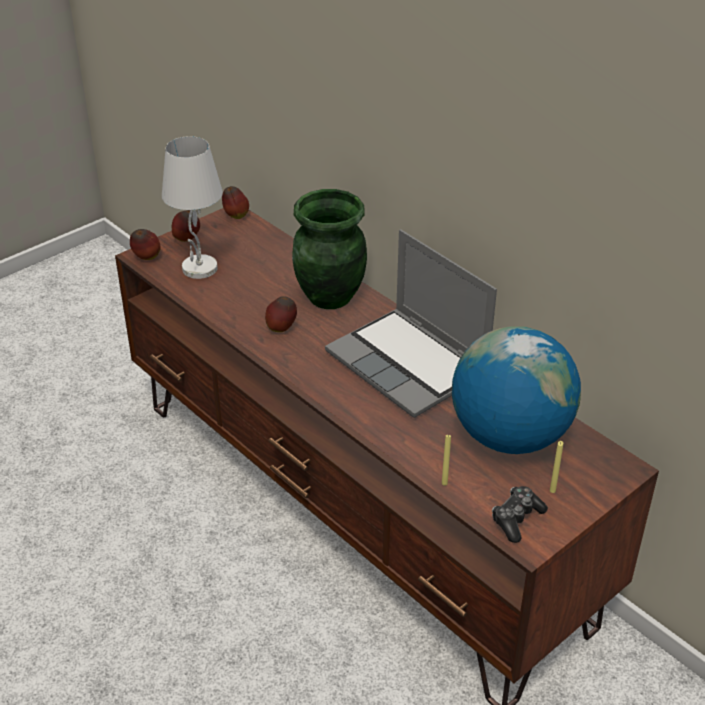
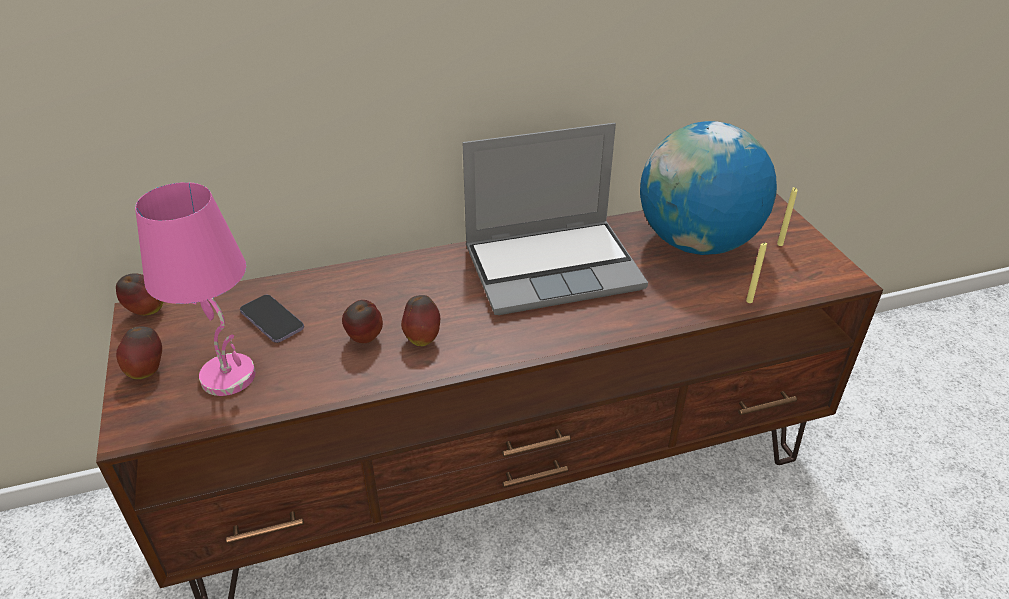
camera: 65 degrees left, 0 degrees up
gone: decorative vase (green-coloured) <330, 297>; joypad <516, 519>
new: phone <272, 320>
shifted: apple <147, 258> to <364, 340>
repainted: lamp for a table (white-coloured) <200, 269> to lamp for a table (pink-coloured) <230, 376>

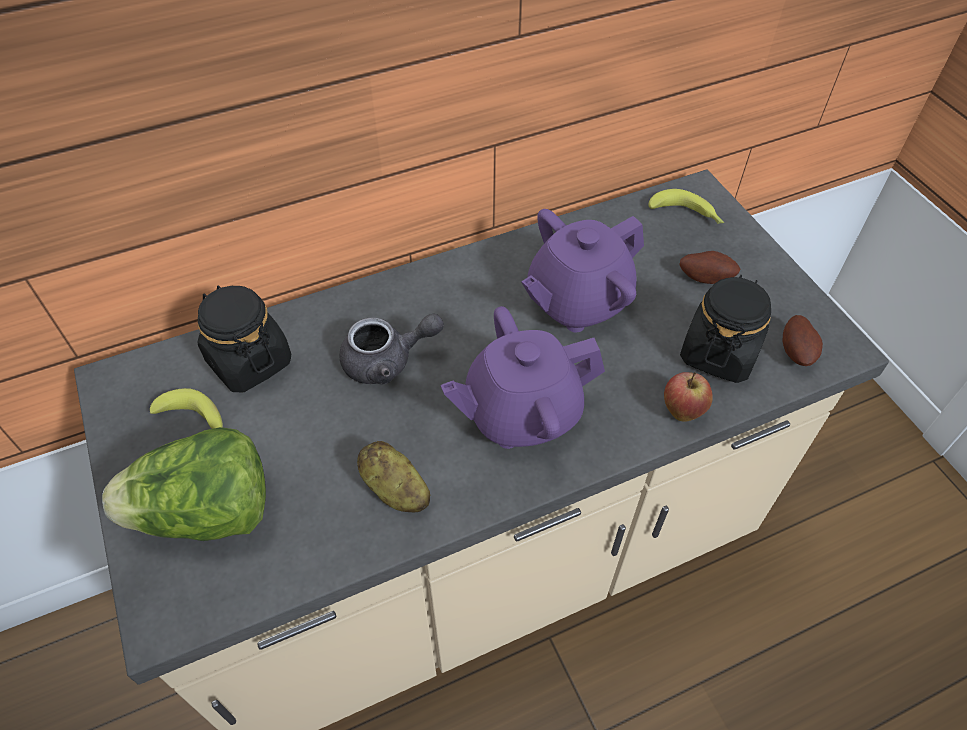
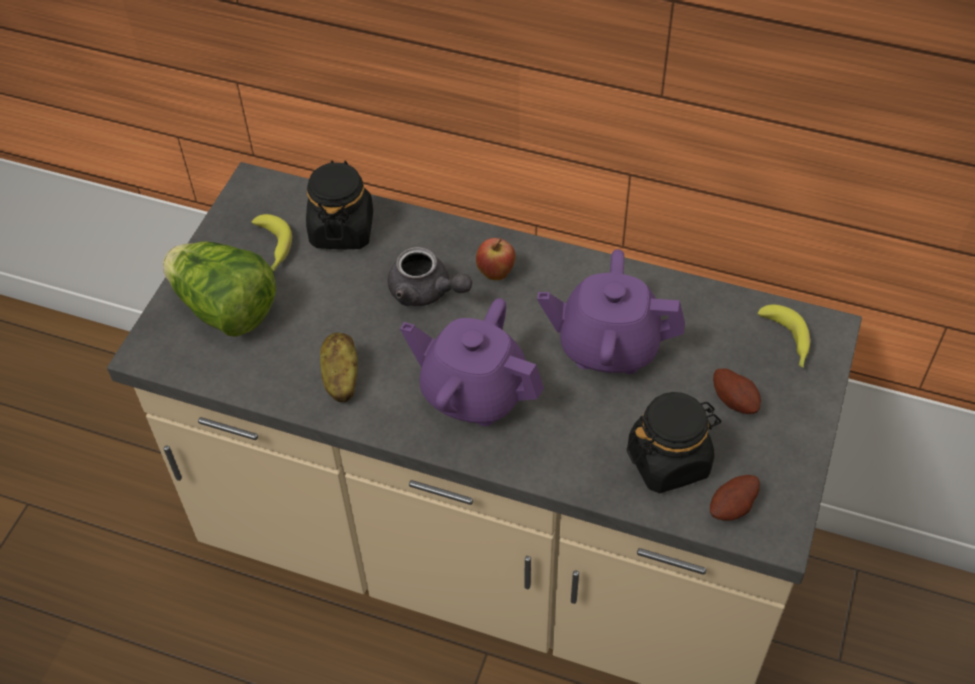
camera: 45 degrees right, 0 degrees up
shifted: apple <681, 411> to <496, 273>

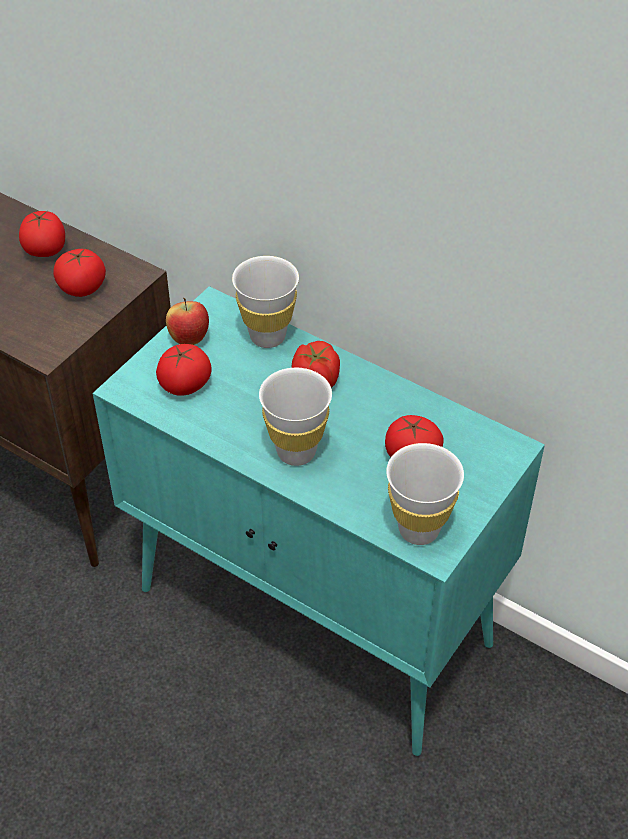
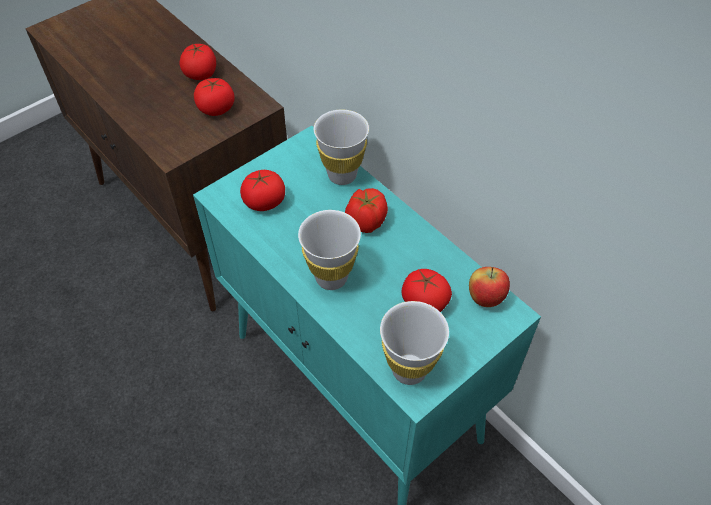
camera: 15 degrees right, 5 degrees up
shifted: apple <189, 339> to <485, 299>

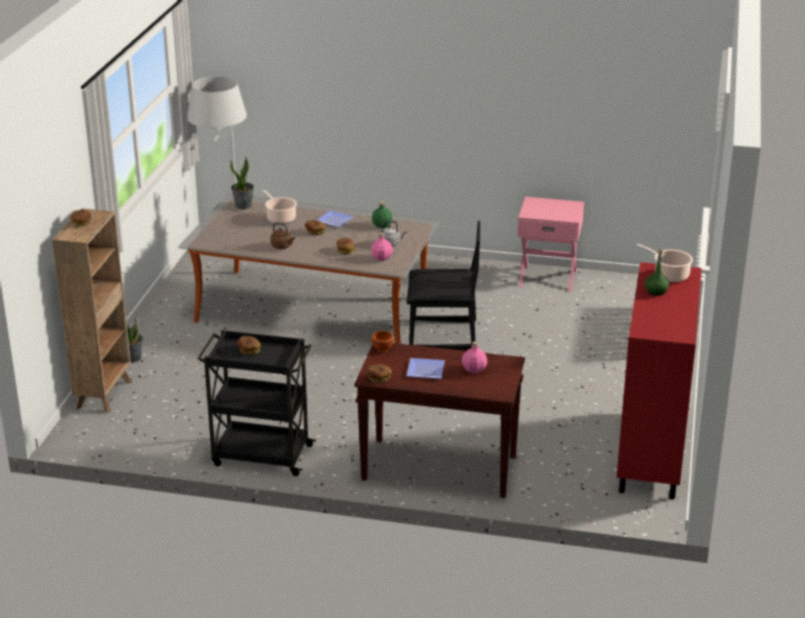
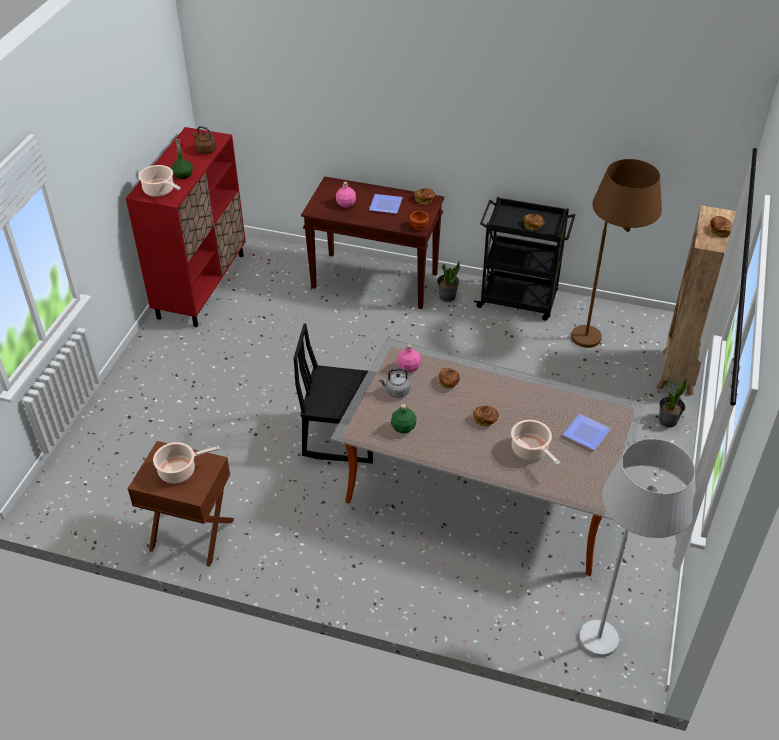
camera: 175 degrees left, 15 degrees up
new: stockpot <180, 471>; standing lamp (brown-coloured) <602, 336>
shifted: tea kettle (brown-coloured) <282, 246> to <205, 150>; houseplant <243, 205> to <447, 296>; dinner plate <334, 220> to <586, 434>
repainted: bedside table (pink-coloured) <548, 277> to bedside table (brown-coloured) <191, 535>

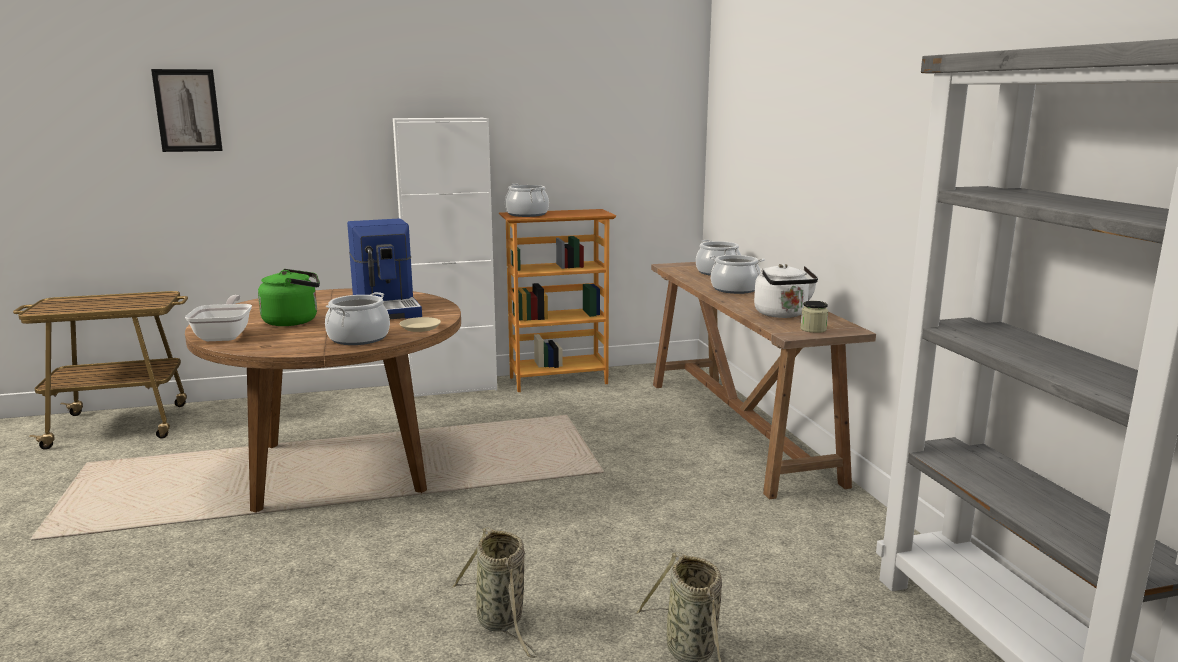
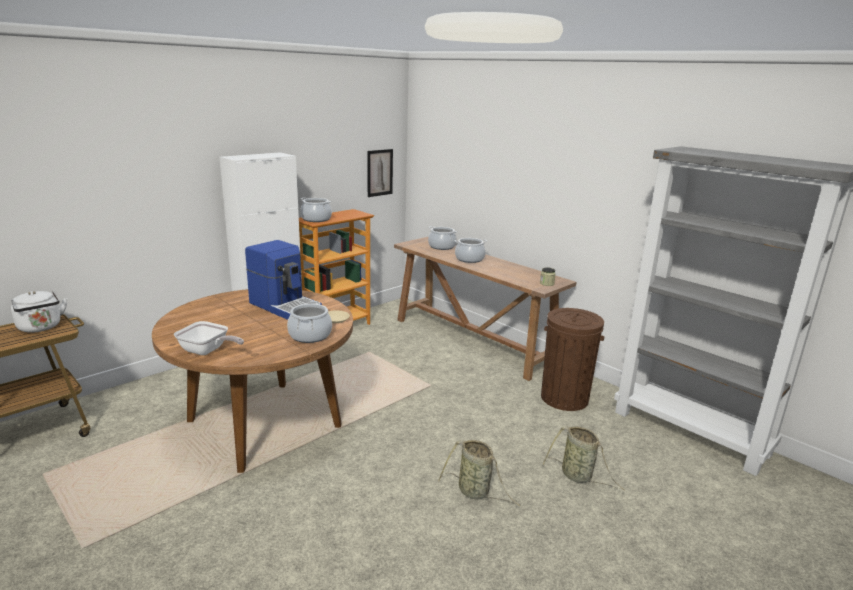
camera: 30 degrees left, 5 degrees up
gone: tea kettle (green-coloured) <294, 321>
new: waste bin (brown-coloured) <564, 398>
shifted: tea kettle (white-coloured) <782, 314> to <41, 328>; picture <187, 110> to <379, 172>
rotated: pan <225, 335> = <207, 351> 150 degrees clockwise

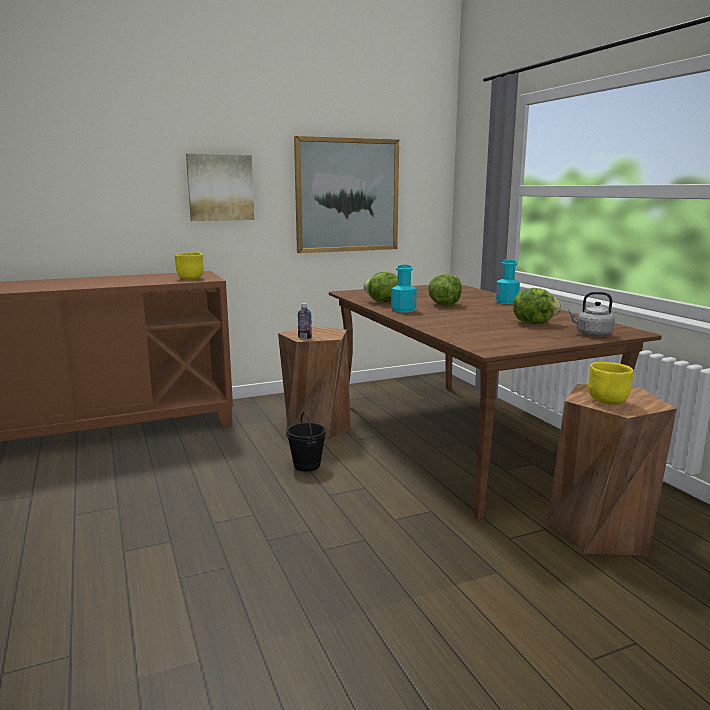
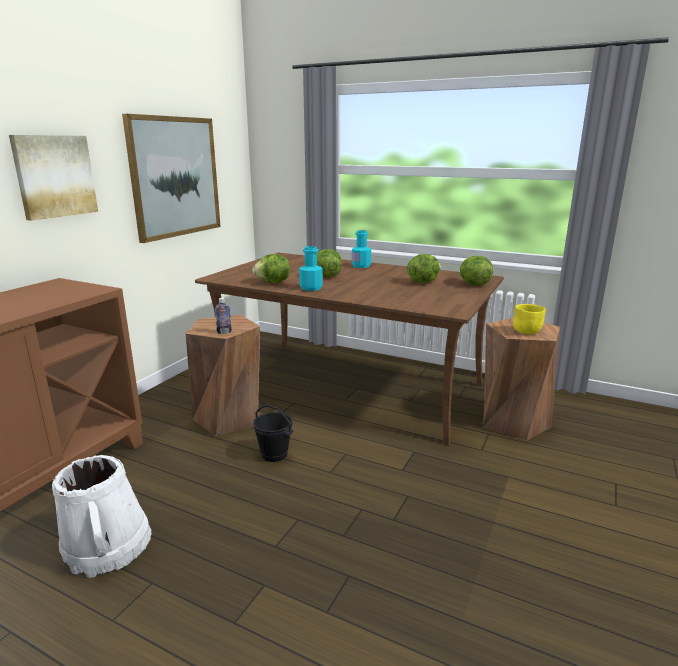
camera: 40 degrees left, 5 degrees up
gone: serving bowl (yellow-coloured) <190, 278>
new: bucket (white-coloured) <107, 546>
swapped: tea kettle (gray) <591, 334> to head of lettuce <473, 284>

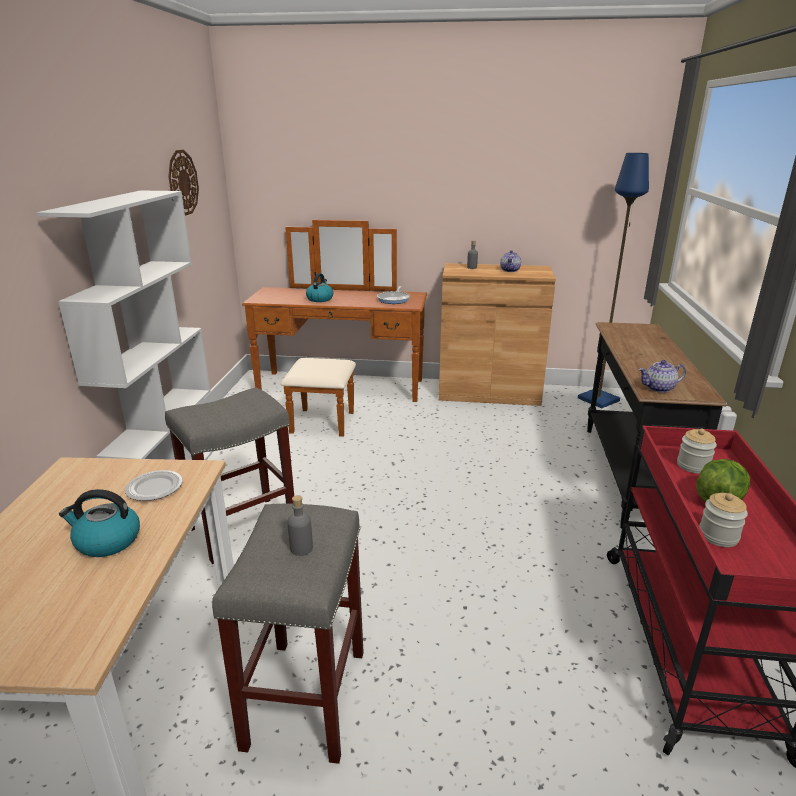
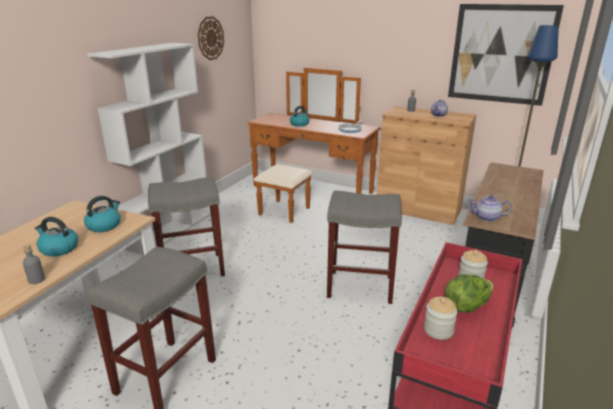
camera: 20 degrees right, 0 degrees up
new: stool (gray) <361, 286>; picture <501, 54>
shifted: drink bottle (gray) <301, 548> to <36, 280>
swapped: dinner plate <154, 488> to tea kettle <104, 225>

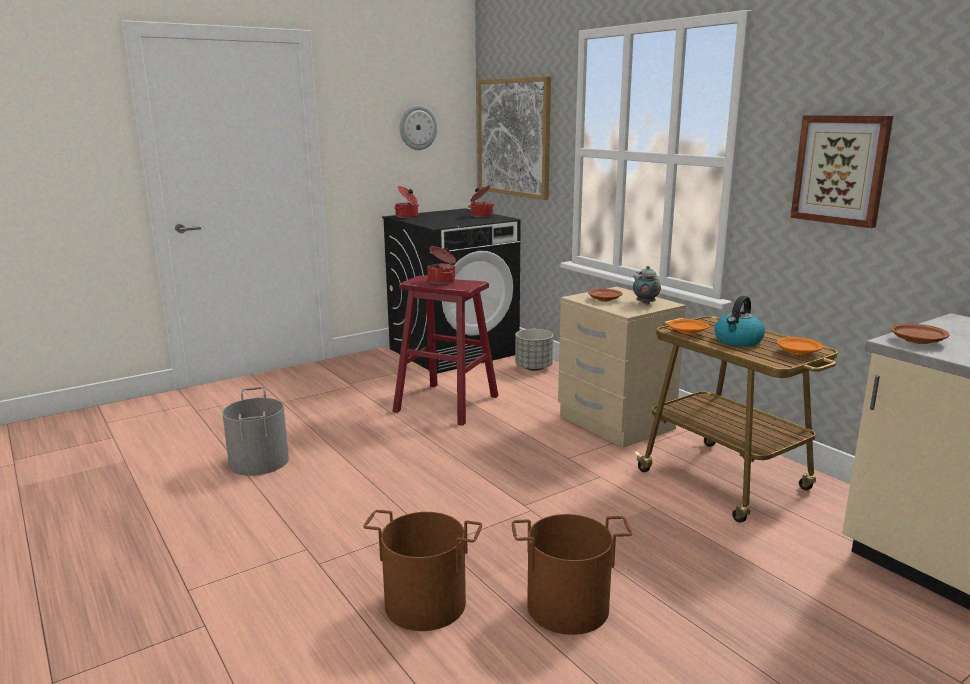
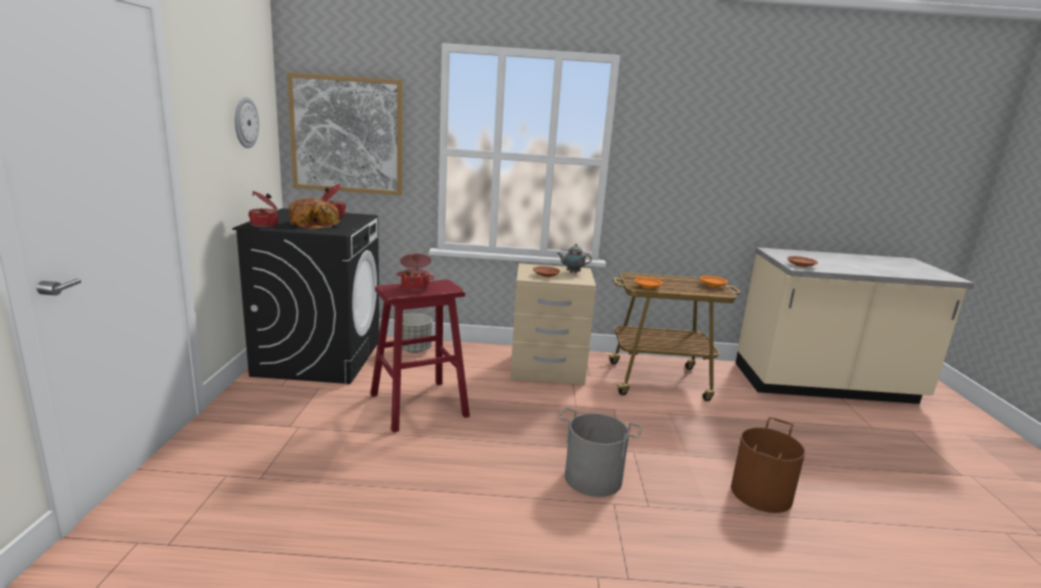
camera: 55 degrees left, 0 degrees up
gone: bucket (brown-coloured) <425, 604>; tea kettle <738, 341>; picture <841, 169>
new: baked bread <315, 224>
shifted: bucket (gray) <260, 461> to <593, 478>

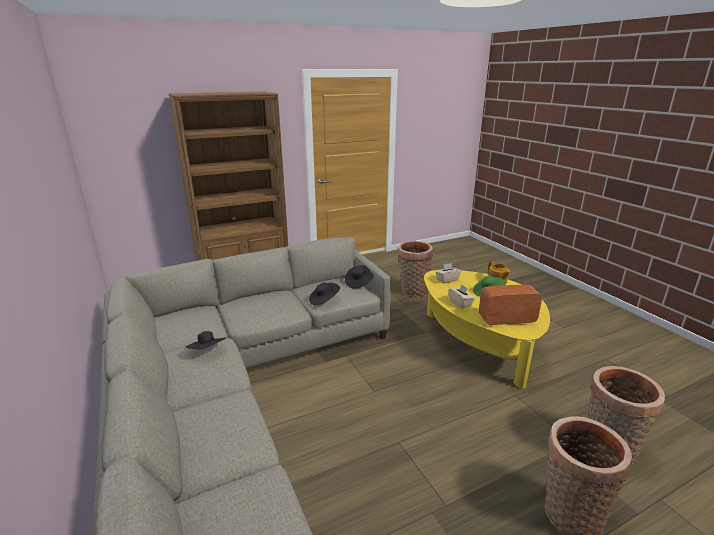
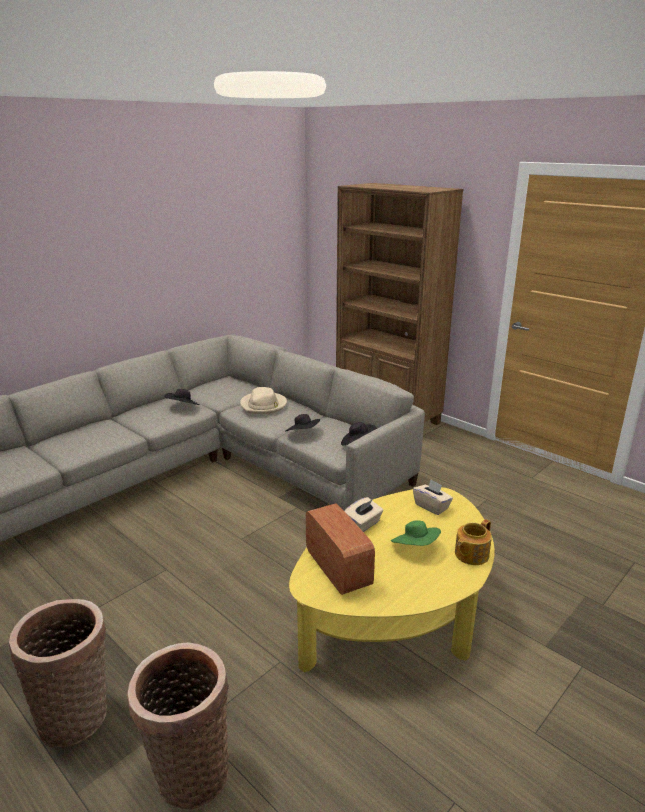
camera: 70 degrees right, 0 degrees up
gone: household basket <412, 290>
new: clothing hat (sand-coloured) <263, 405>

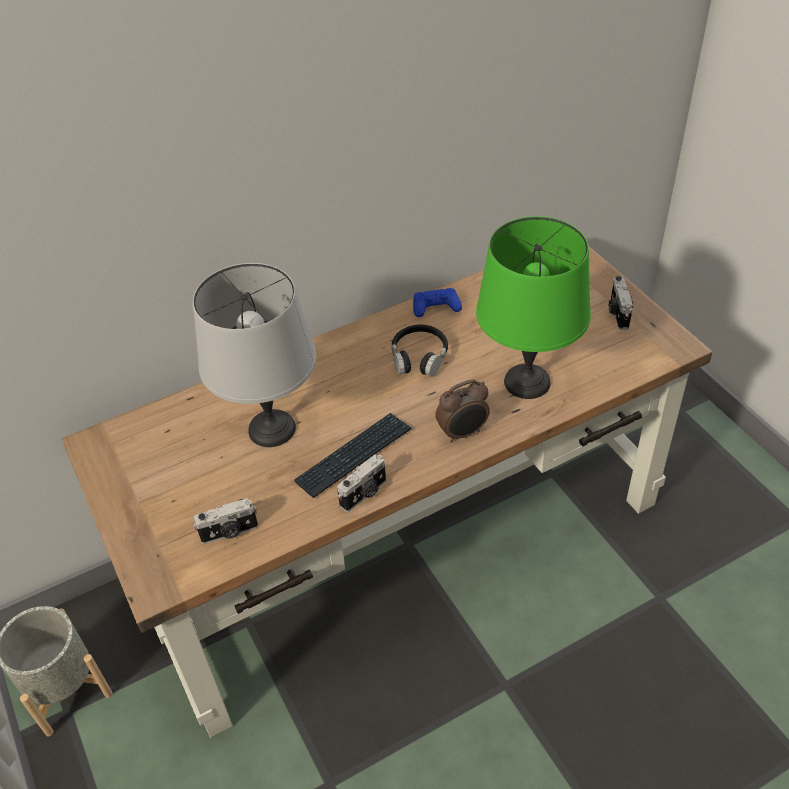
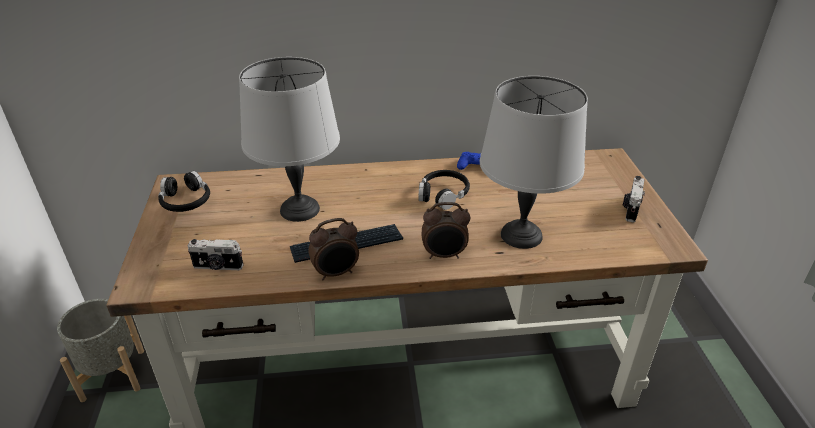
camera: 20 degrees right, 10 degrees down
new: pair of headphones (black) <186, 201>
swapped: photo camera <364, 494> to bedside clock <336, 273>
repainted: lamp for a table (green-coloured) <528, 382> to lamp for a table (gray) <522, 236>

